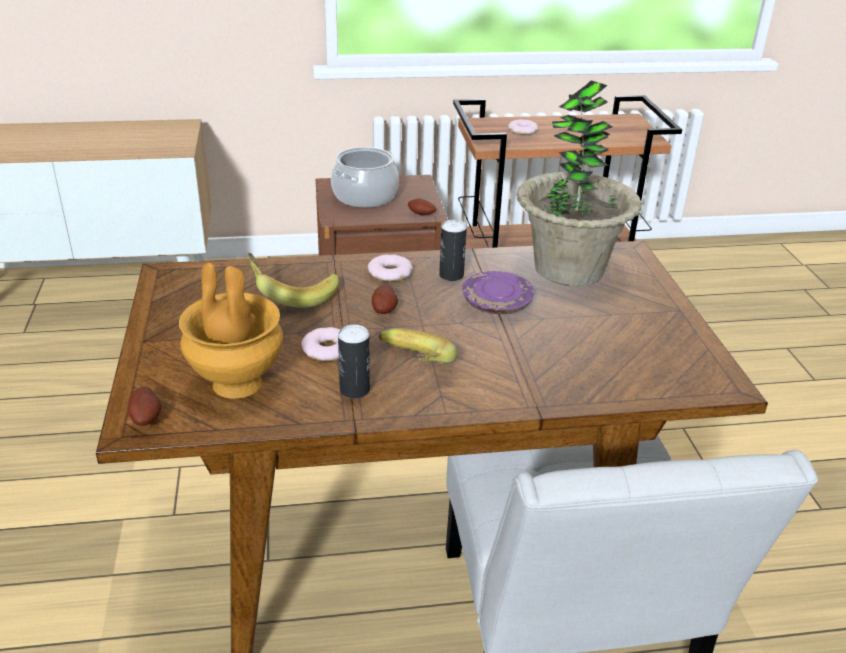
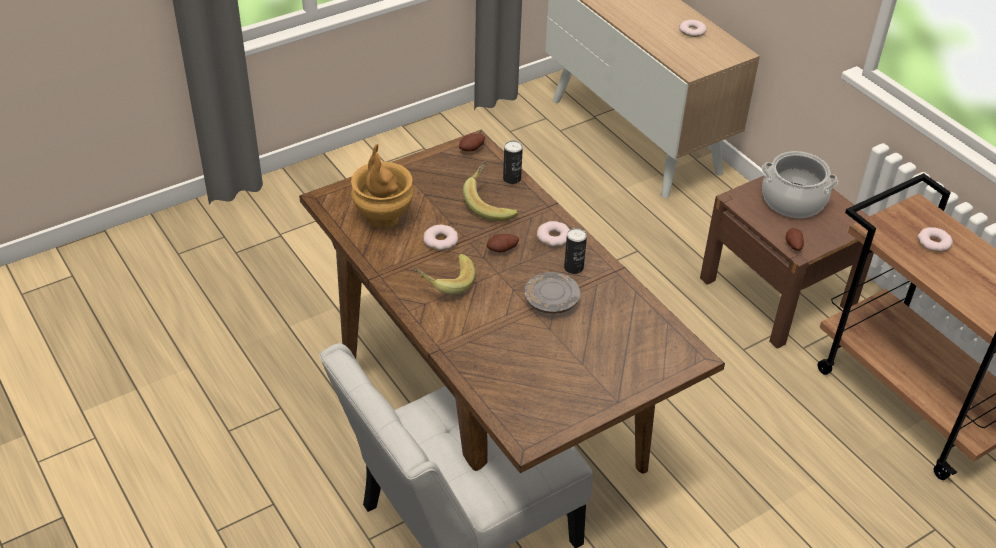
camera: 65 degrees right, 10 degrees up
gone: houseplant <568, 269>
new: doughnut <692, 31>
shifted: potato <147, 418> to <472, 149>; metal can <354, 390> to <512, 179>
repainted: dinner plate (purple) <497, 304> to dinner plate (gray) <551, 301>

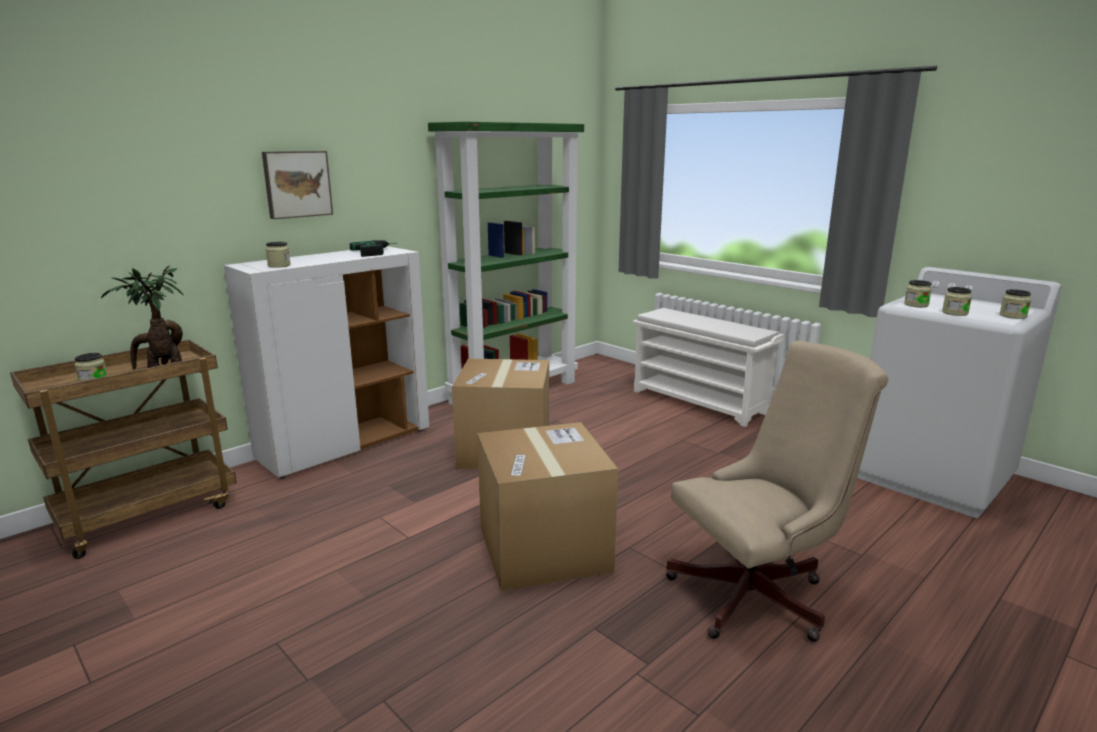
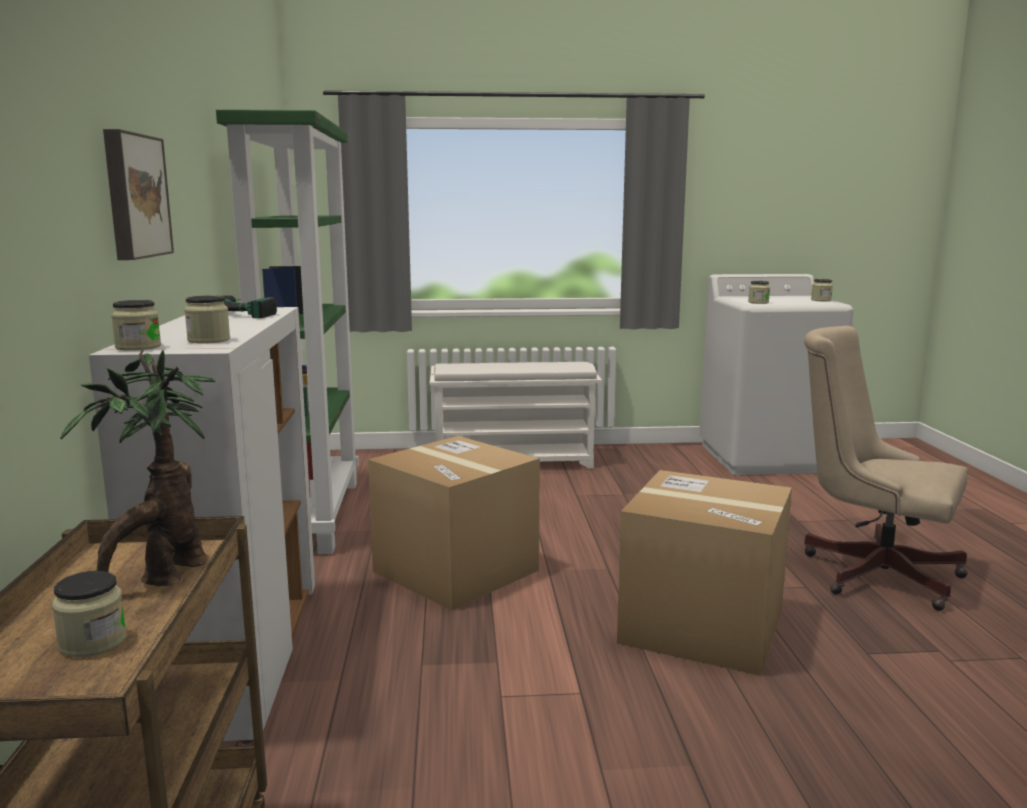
camera: 50 degrees left, 5 degrees down
shifted: jar <955, 313> to <138, 347>
rotated: desk chair (sand-coloured) <758, 594> = <871, 572> 75 degrees counterclockwise

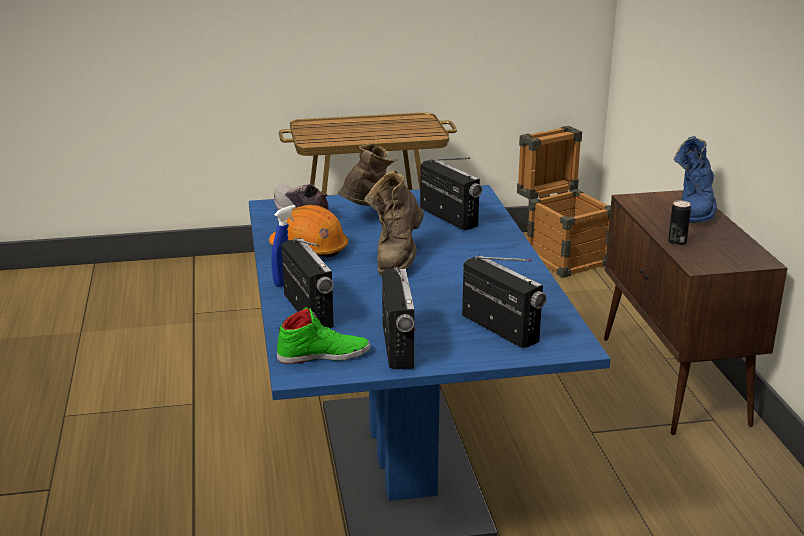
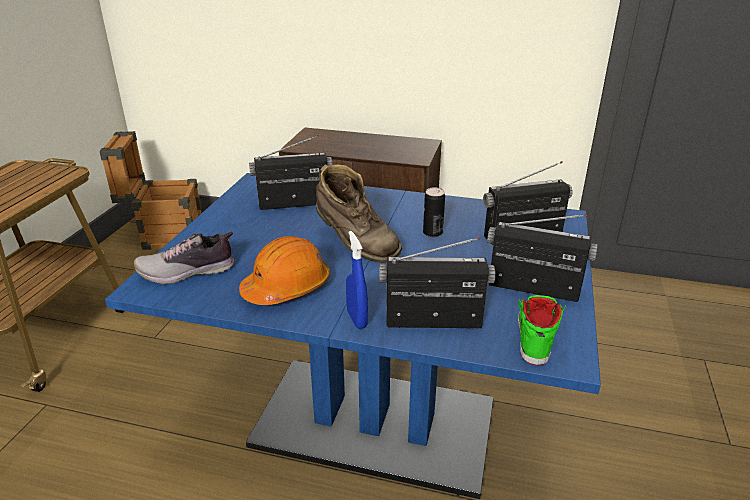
camera: 65 degrees left, 5 degrees up
gone: tall boot (brown-coloured) <369, 213>; tall boot (blue-coloured) <694, 209>
shifted: metal can <677, 242> to <432, 233>

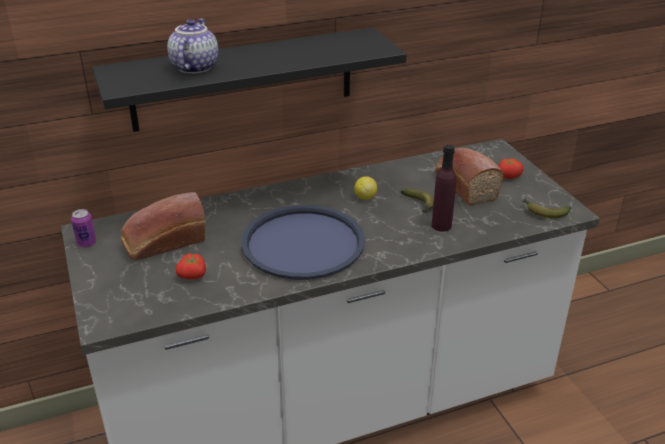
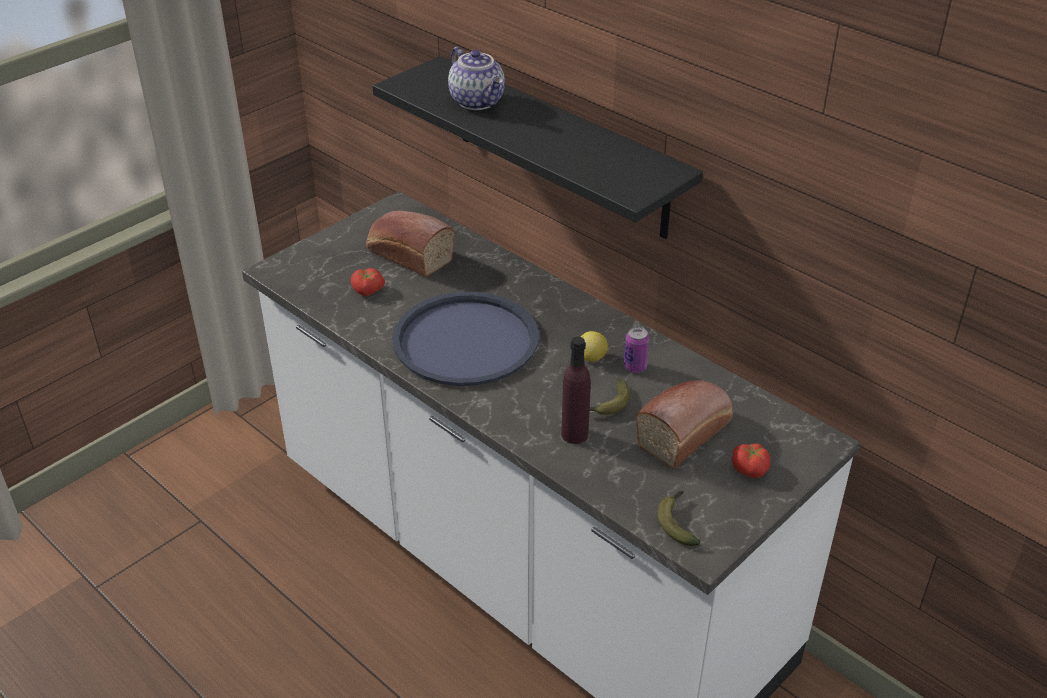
camera: 65 degrees right, 5 degrees up
shifted: metal can <87, 243> to <635, 367>
rotated: tea pot <193, 67> = <478, 101> 75 degrees clockwise

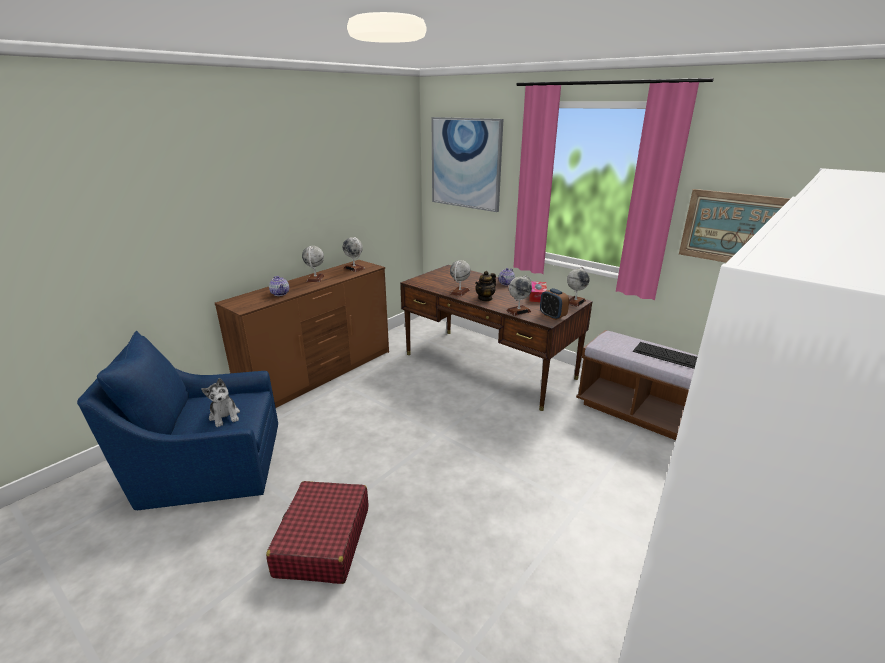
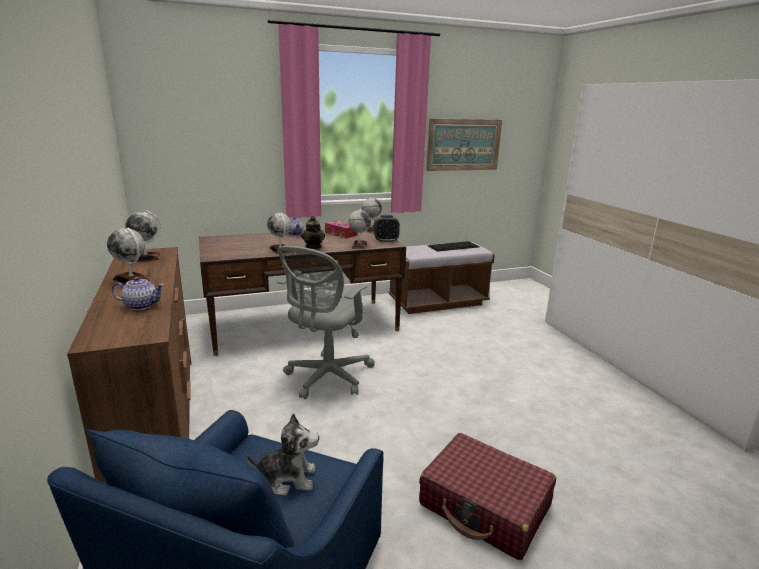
camera: 60 degrees left, 5 degrees down
gone: picture <465, 163>
new: desk chair (gray) <326, 378>

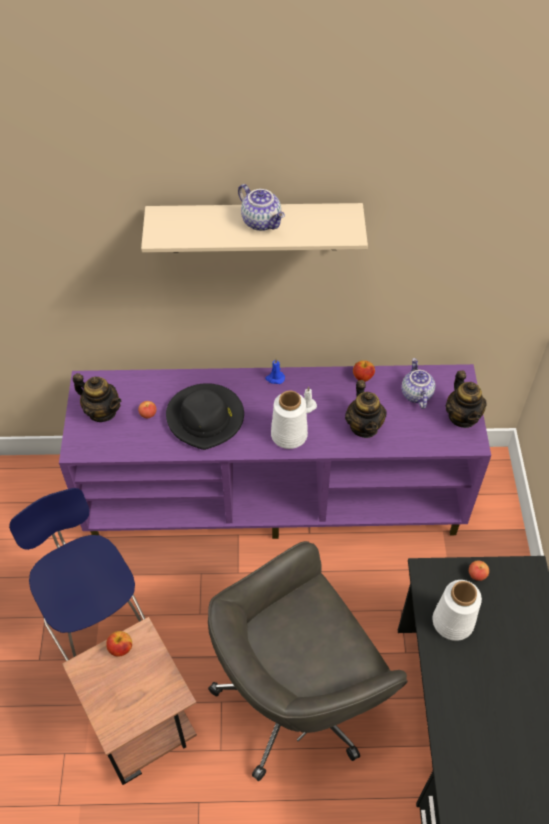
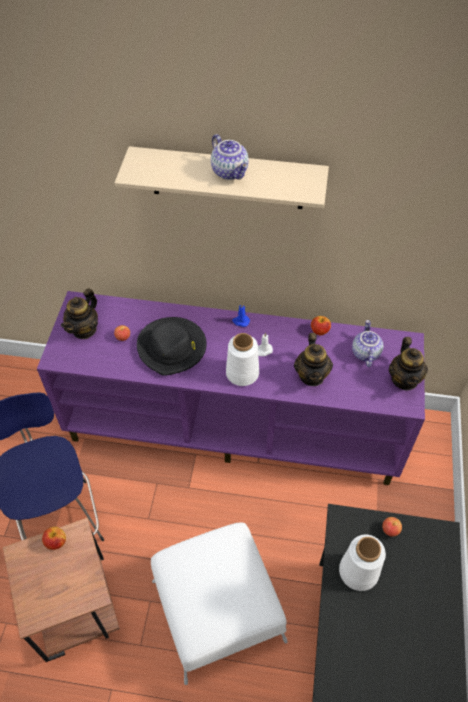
camera: 10 degrees right, 0 degrees up
swapped: desk chair (gray) <297, 697> to footrest (white-coloured) <218, 609>
rotated: tea pot <102, 411> = <84, 329> 75 degrees clockwise

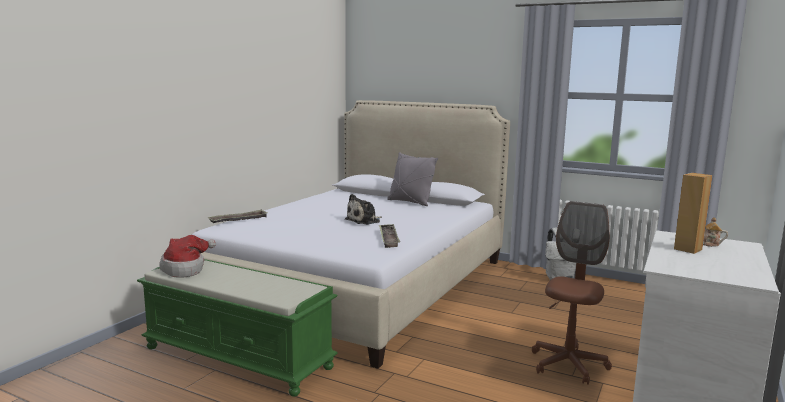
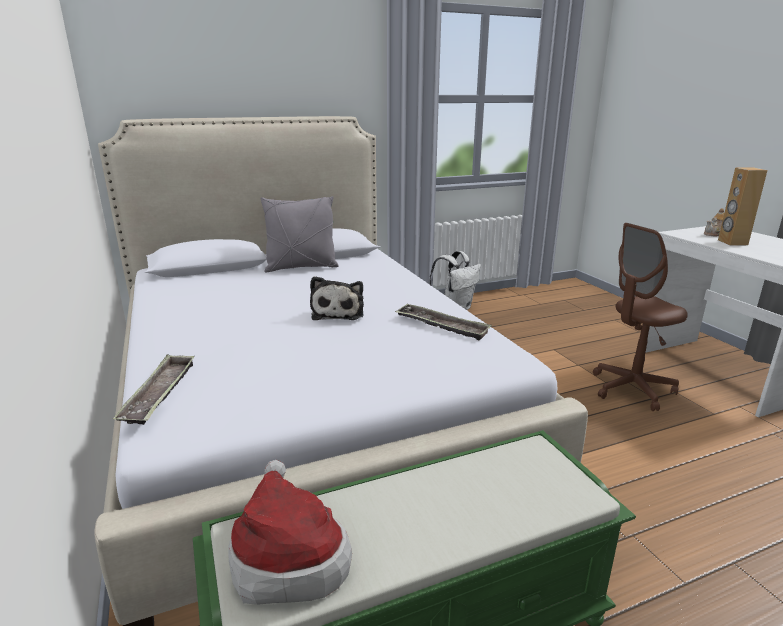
camera: 50 degrees left, 10 degrees up
rotated: desk chair (brown-coloured) <568, 365> = <631, 389> 90 degrees counterclockwise

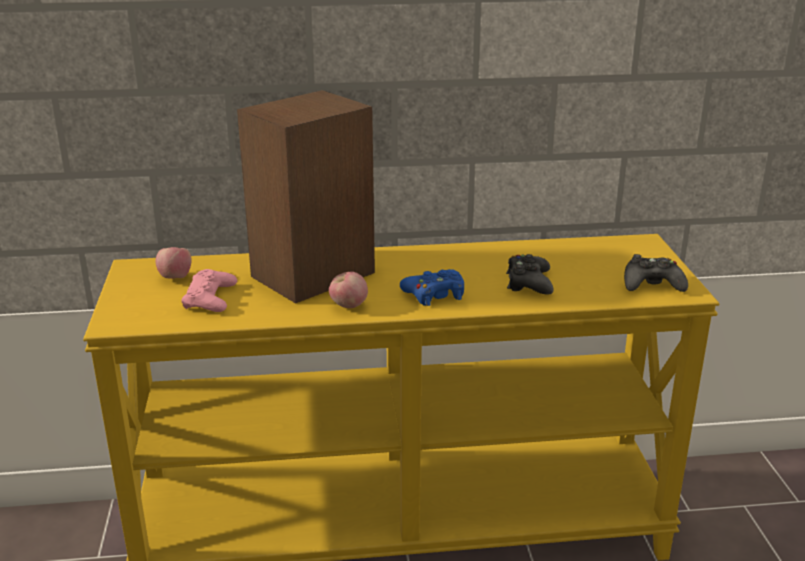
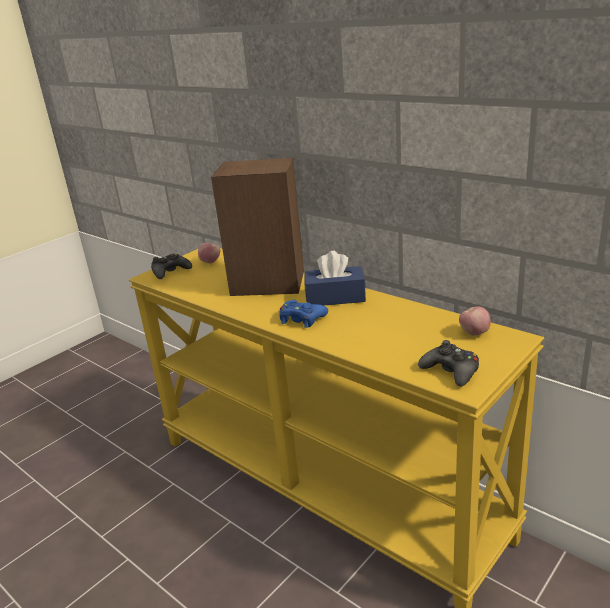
camera: 50 degrees right, 0 degrees up
gone: joypad (pink-coloured) <210, 298>
new: box of tissues (blue-coloured) <335, 297>
shifted: joypad (black) <528, 283> to <170, 271>; apple <348, 306> to <474, 333>

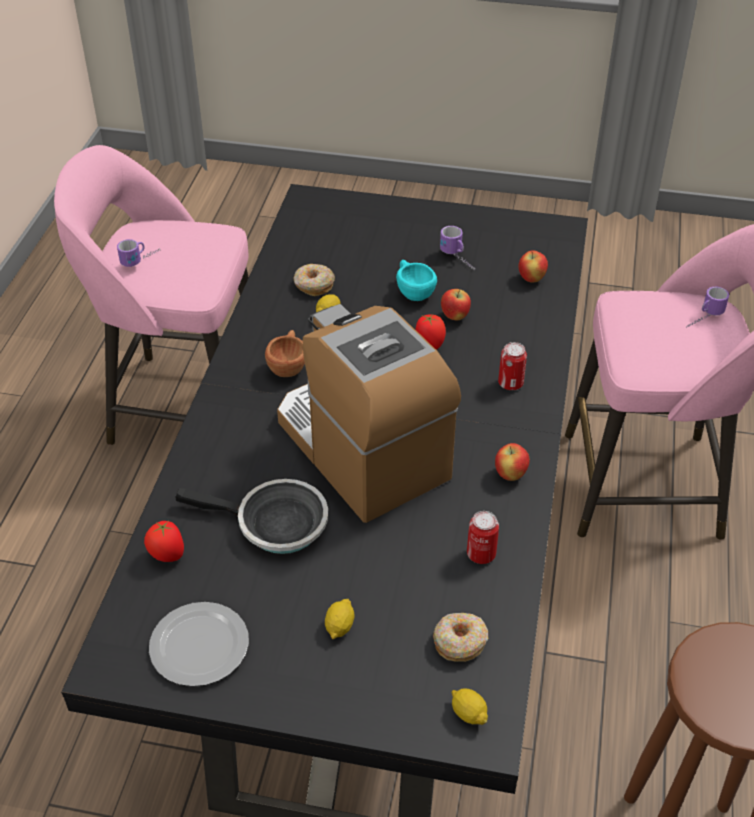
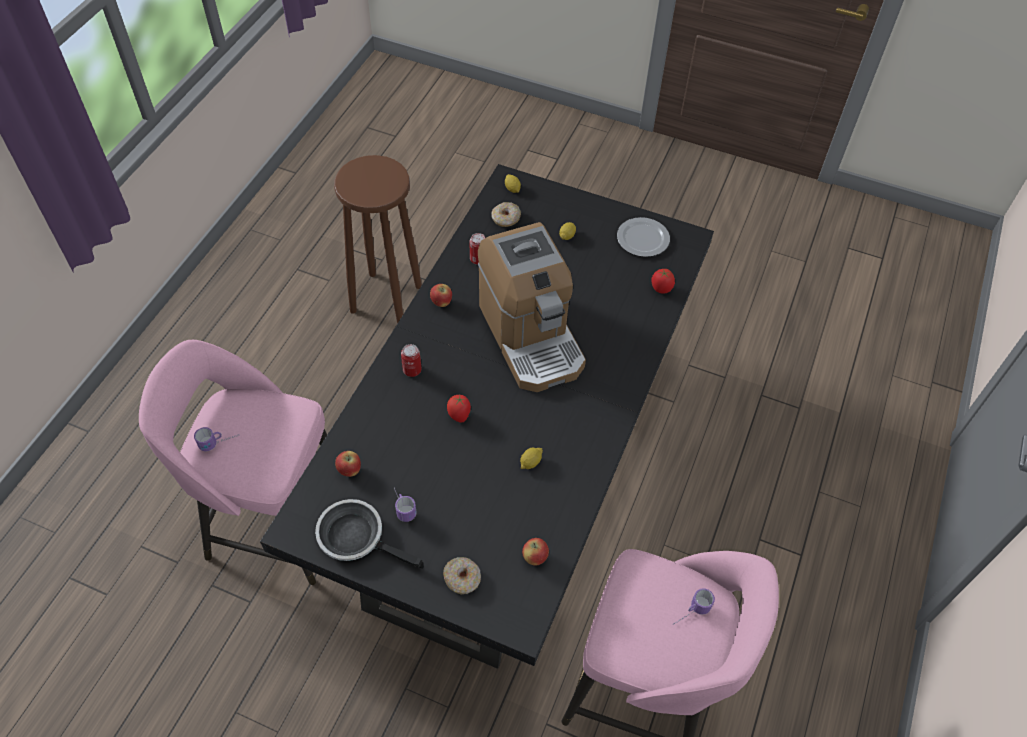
camera: 170 degrees left, 10 degrees up
gone: small cup (brown-coloured) <288, 366>; small cup (blue-green) <413, 292>
shifted: pan <274, 524> to <356, 537>; doughnut <313, 285> to <462, 578>; apple <454, 317> to <535, 558>

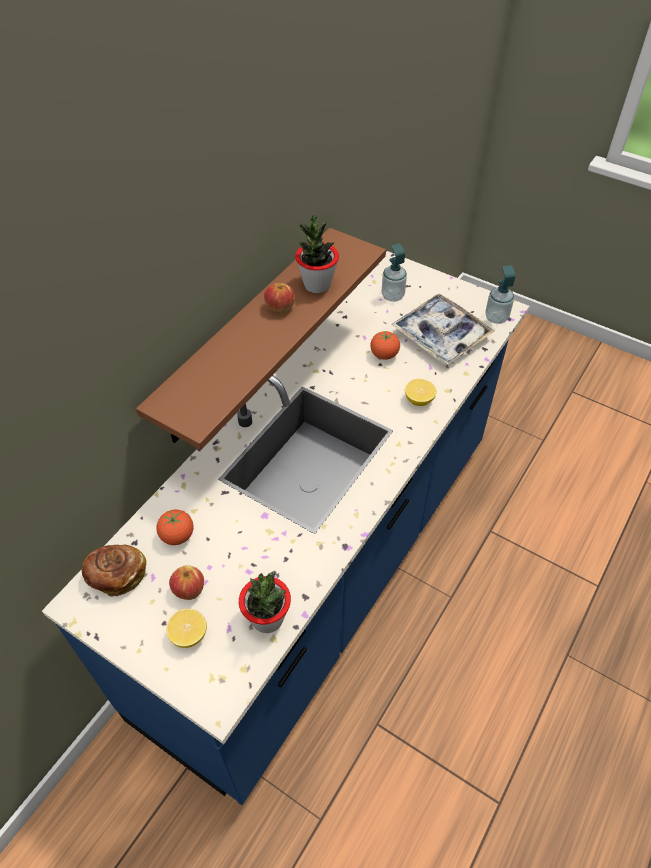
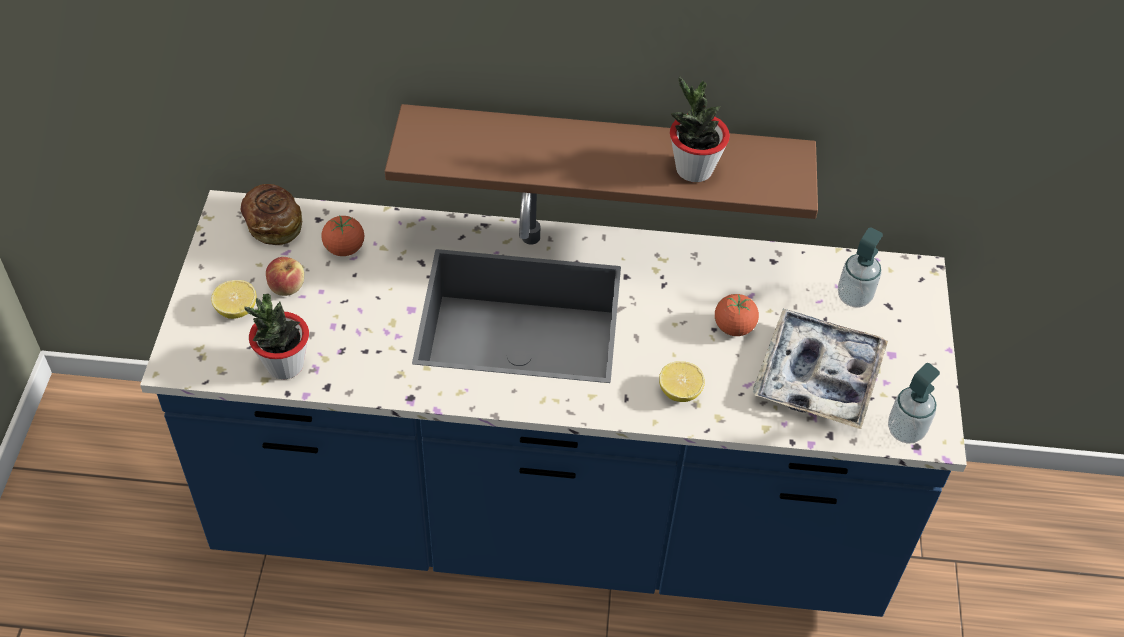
camera: 60 degrees right, 0 degrees up
gone: apple <280, 307>

